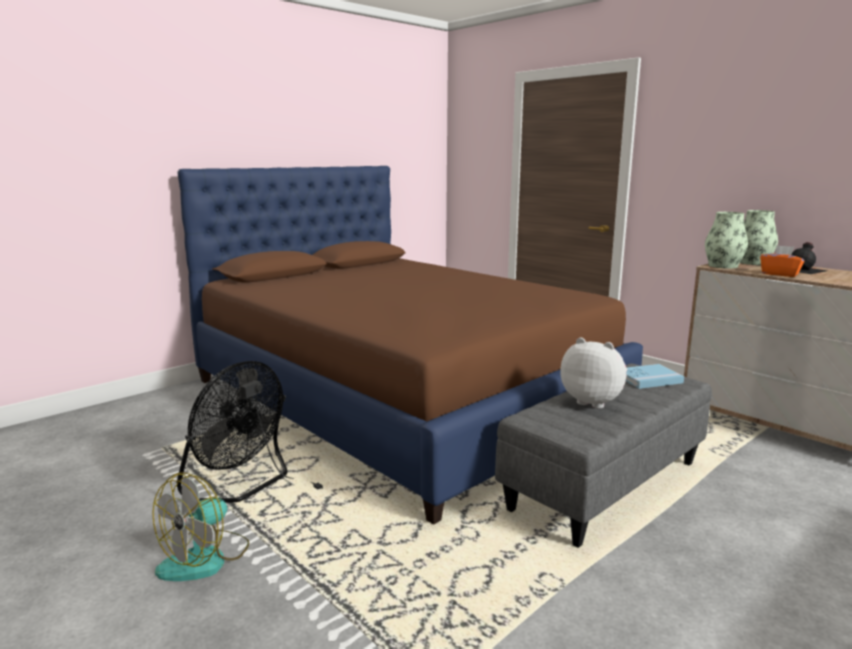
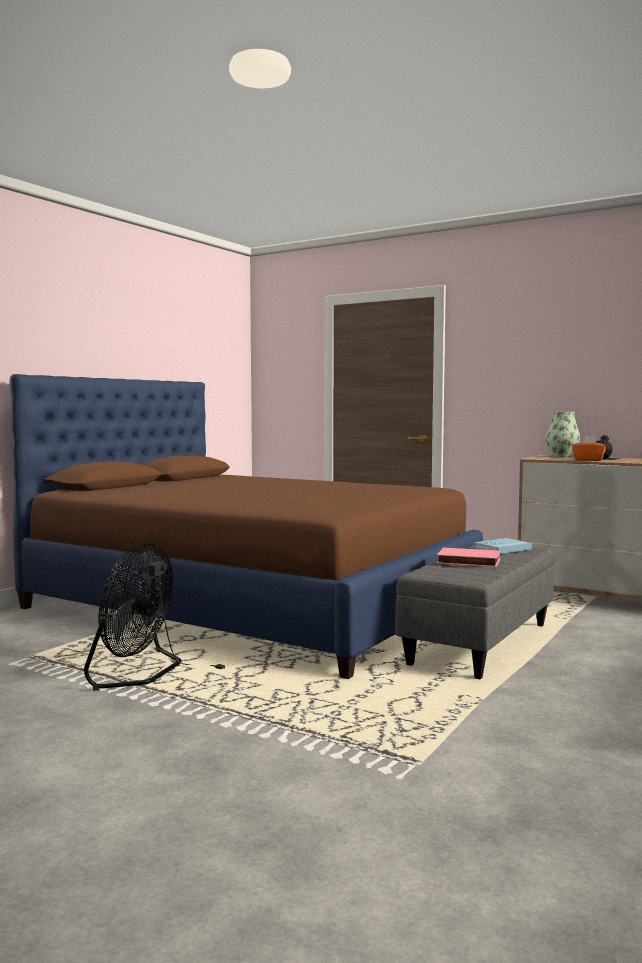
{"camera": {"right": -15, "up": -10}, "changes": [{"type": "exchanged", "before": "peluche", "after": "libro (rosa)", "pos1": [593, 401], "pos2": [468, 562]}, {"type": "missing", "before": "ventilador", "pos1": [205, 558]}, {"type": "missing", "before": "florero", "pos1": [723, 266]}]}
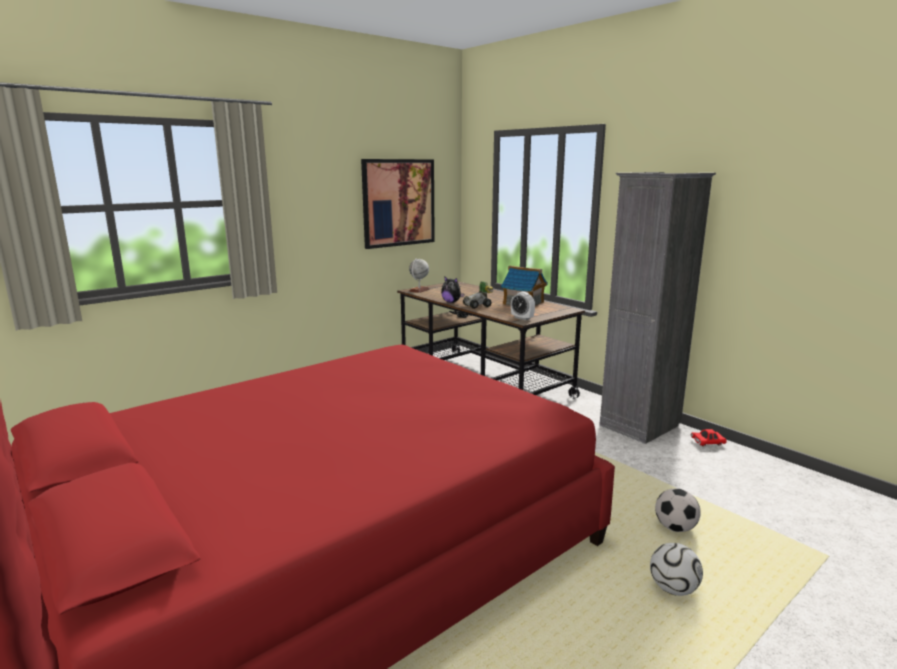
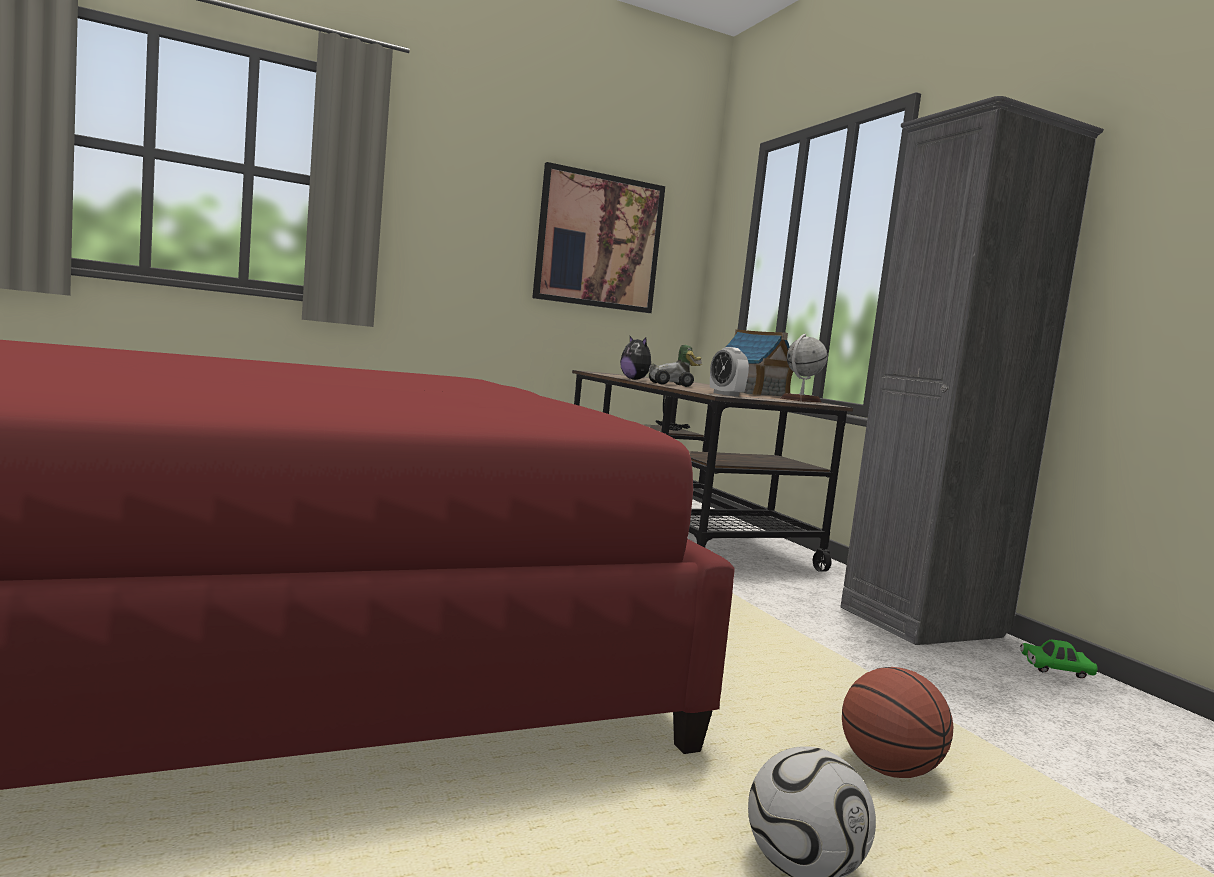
{"camera": {"right": 15, "up": -10}, "changes": [{"type": "relocated", "before": "globo terráqueo", "pos1": [419, 290], "pos2": [800, 400]}, {"type": "exchanged", "before": "balón de fútbol", "after": "balón de baloncesto", "pos1": [675, 528], "pos2": [889, 770]}, {"type": "colour", "before": "coche de juguete (rojo)", "after": "coche de juguete (verde)", "pos1": [707, 443], "pos2": [1056, 671]}]}
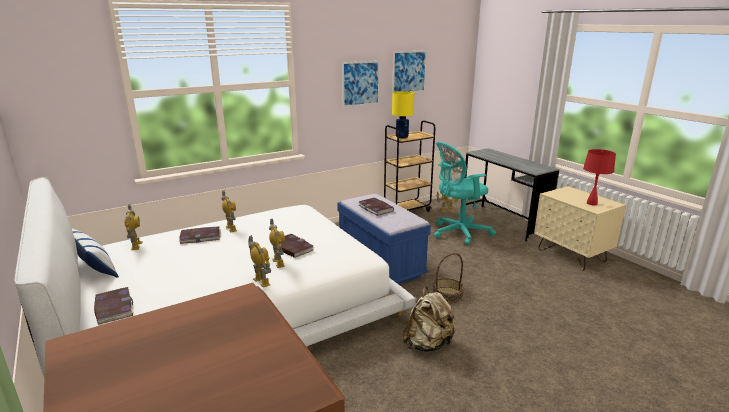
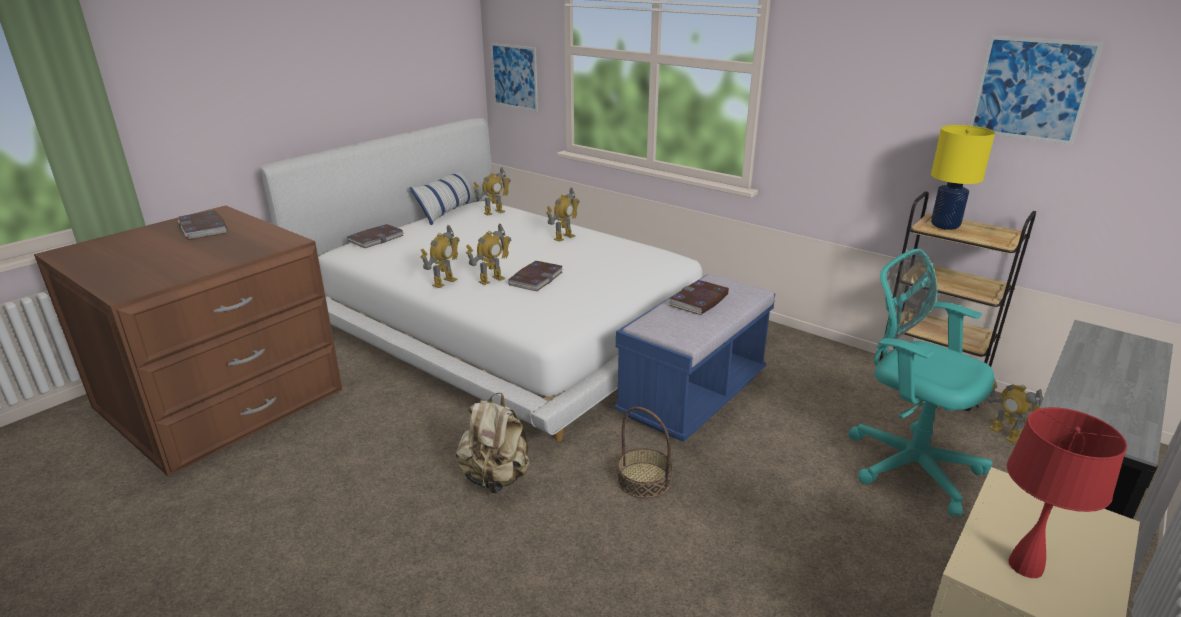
{"camera": {"right": 70, "up": 5}, "changes": [{"type": "relocated", "before": "libro", "pos1": [200, 237], "pos2": [203, 228]}, {"type": "relocated", "before": "cuadro", "pos1": [361, 83], "pos2": [514, 76]}]}
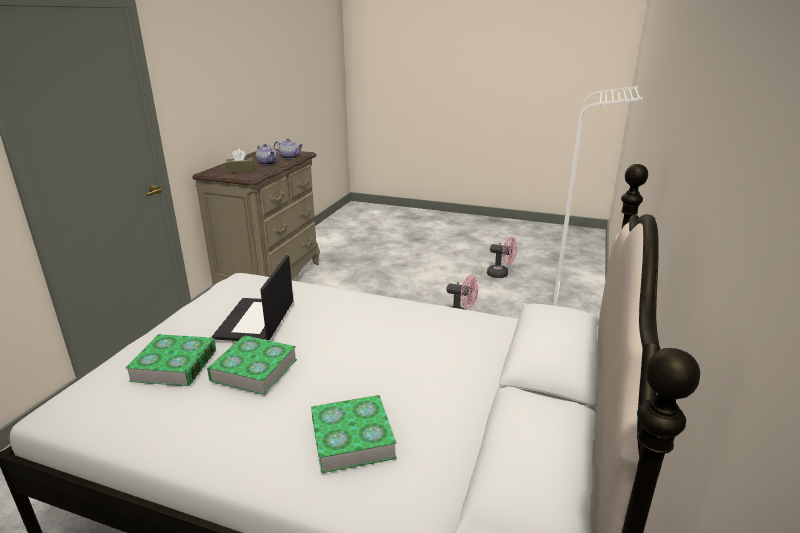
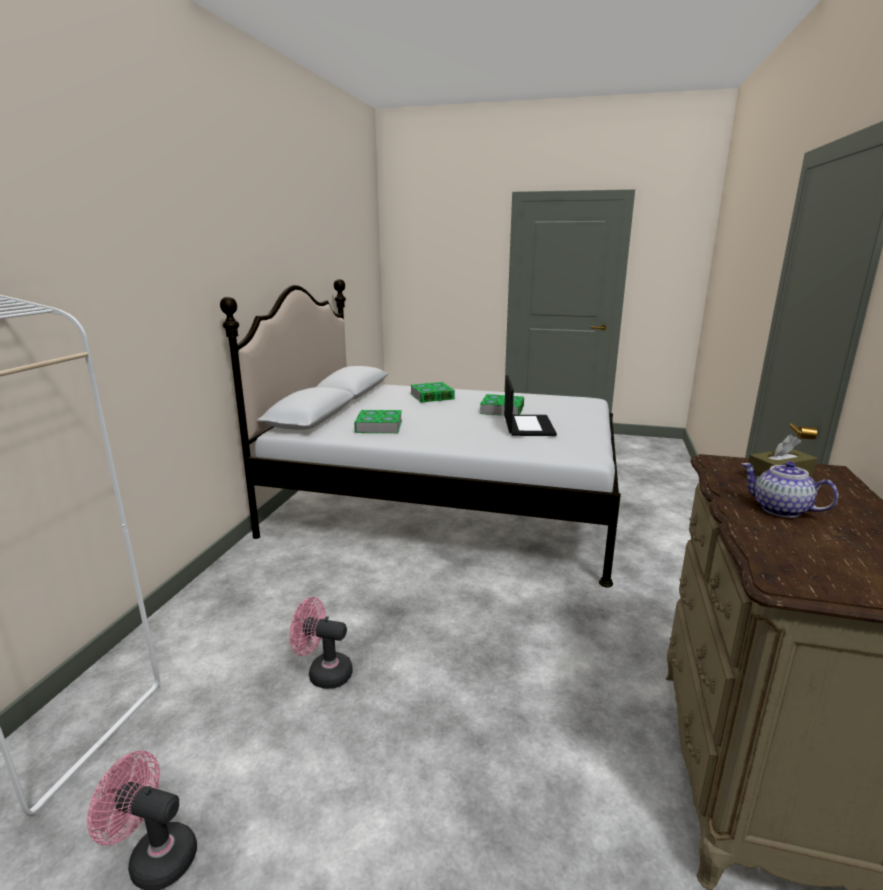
{"camera": {"right": 175, "up": -5}, "changes": [{"type": "relocated", "before": "libro", "pos1": [174, 365], "pos2": [379, 426]}, {"type": "missing", "before": "tetera", "pos1": [289, 157]}]}
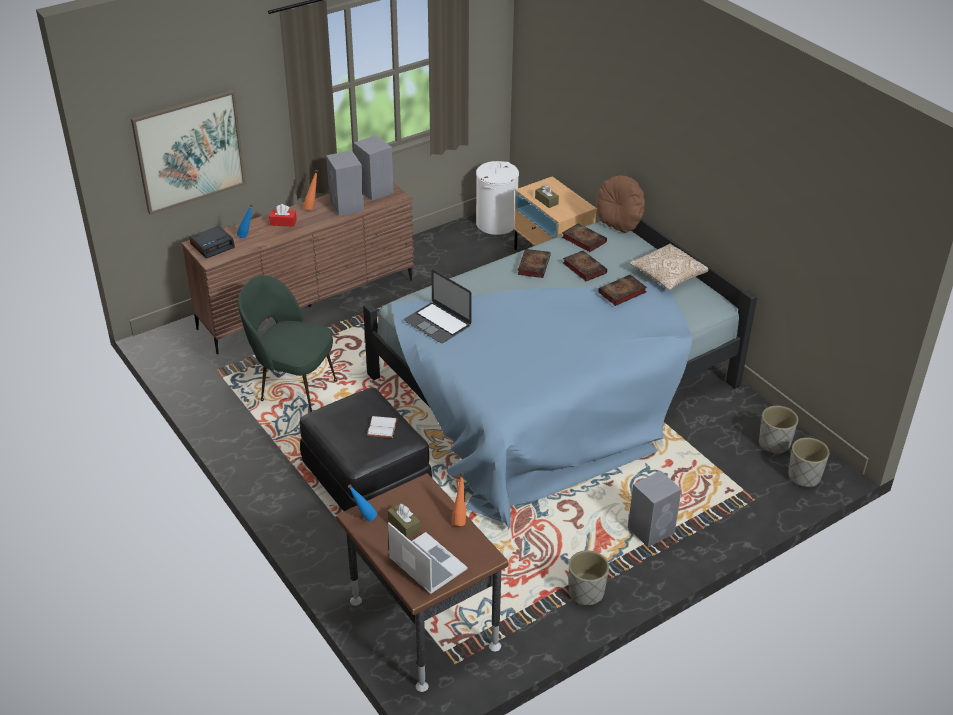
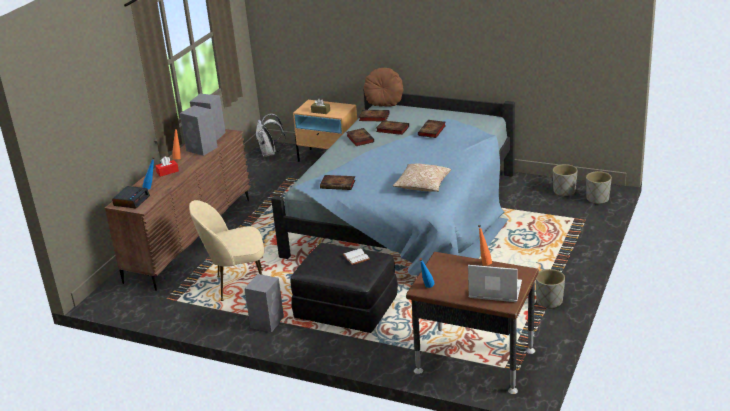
{"camera": {"right": -30, "up": -10}, "changes": [{"type": "colour", "before": "silla (verde)", "after": "silla (beis)", "pos1": [293, 389], "pos2": [236, 286]}, {"type": "relocated", "before": "altavoz (gris)", "pos1": [652, 530], "pos2": [267, 322]}, {"type": "exchanged", "before": "cesto de la ropa (blanco)", "after": "mochila (blanco)", "pos1": [496, 224], "pos2": [270, 153]}, {"type": "exchanged", "before": "portátil", "after": "libro", "pos1": [437, 323], "pos2": [338, 184]}, {"type": "relocated", "before": "cojín", "pos1": [668, 276], "pos2": [422, 186]}, {"type": "missing", "before": "cuadro", "pos1": [189, 151]}, {"type": "missing", "before": "caja de pañuelos (marrón)", "pos1": [404, 525]}]}
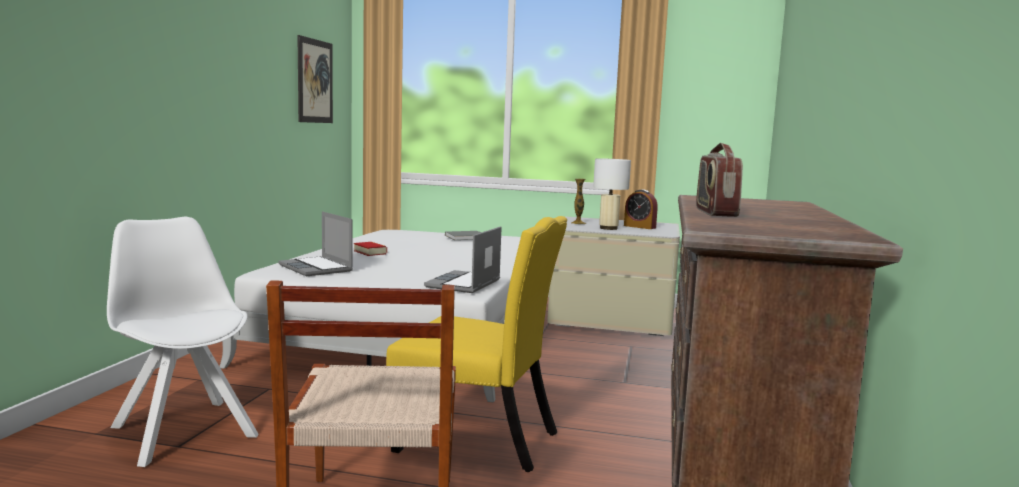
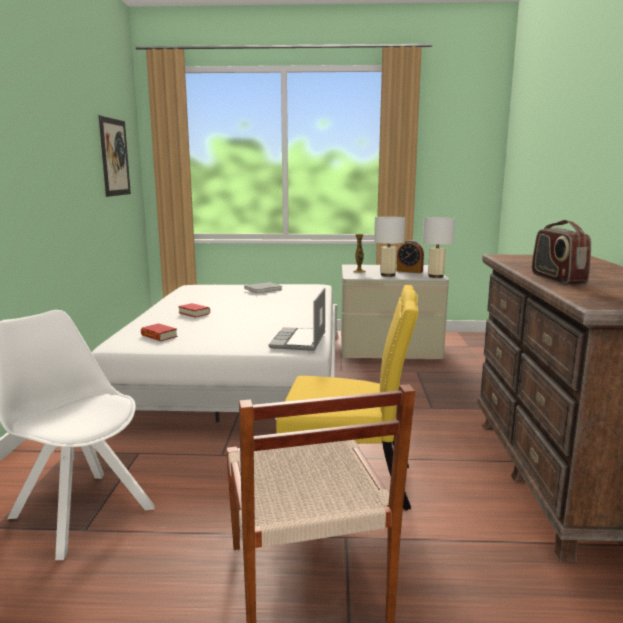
{"camera": {"right": -10, "up": 5}, "changes": [{"type": "exchanged", "before": "portátil", "after": "libro", "pos1": [317, 268], "pos2": [159, 336]}, {"type": "appeared", "after": "lámpara de mesa (blanco)", "pos2": [436, 276]}]}
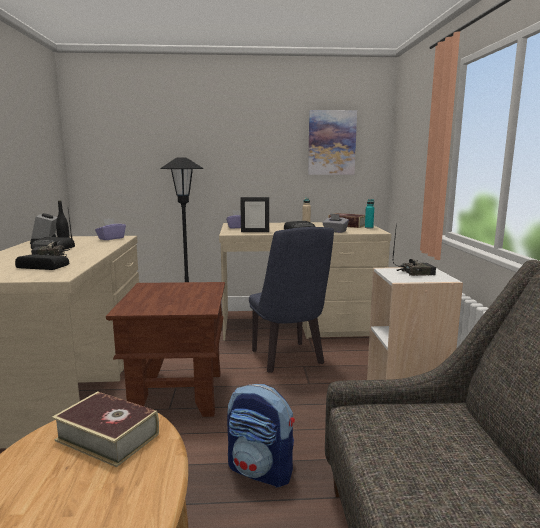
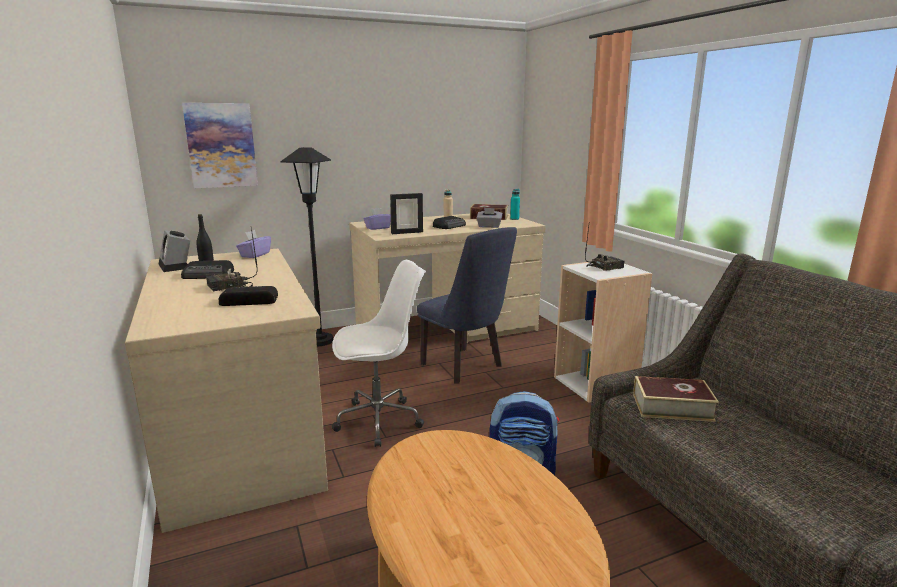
{"camera": {"right": -20, "up": 5}, "changes": [{"type": "relocated", "before": "cuadro", "pos1": [331, 143], "pos2": [221, 145]}, {"type": "exchanged", "before": "mesa auxiliar (marrón)", "after": "silla de oficina (blanco)", "pos1": [177, 393], "pos2": [380, 420]}, {"type": "relocated", "before": "libro", "pos1": [107, 437], "pos2": [672, 407]}]}
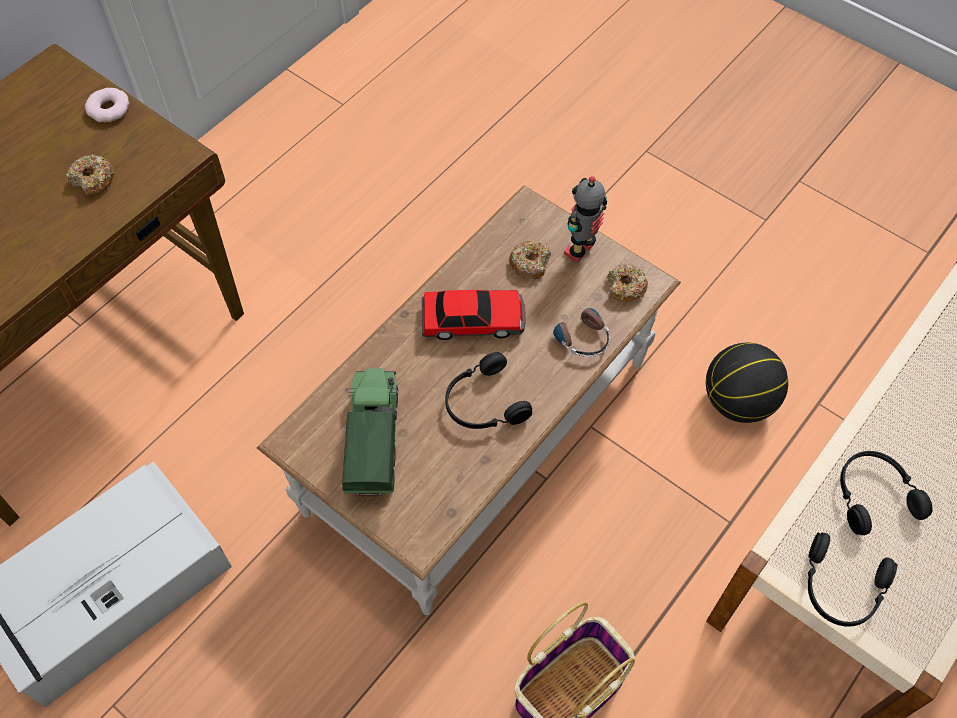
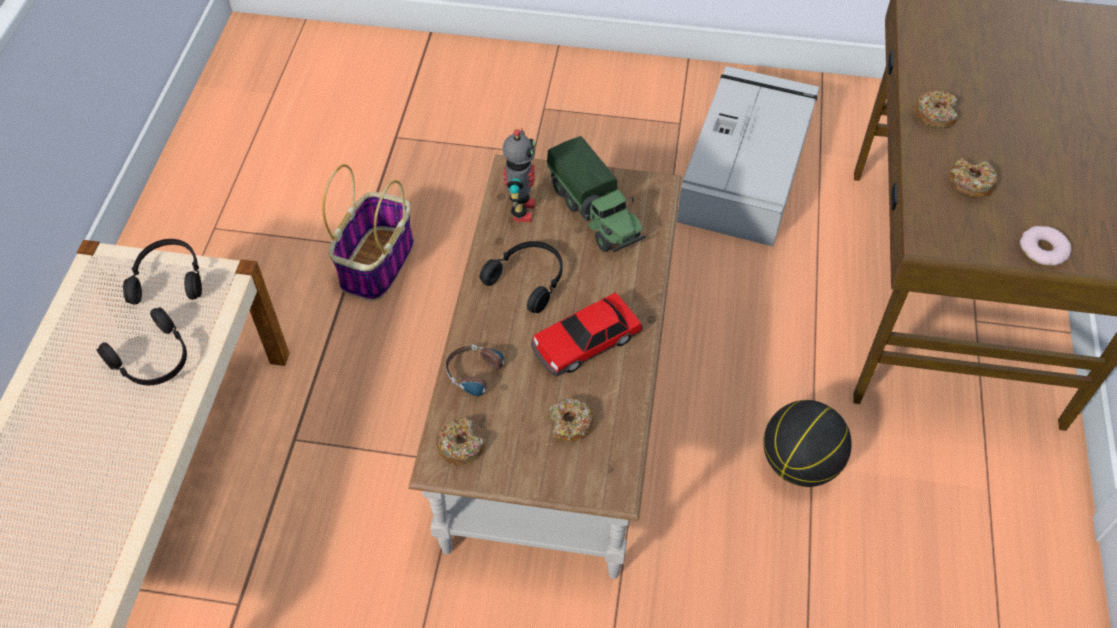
{"camera": {"right": 150, "up": -5}, "changes": [{"type": "relocated", "before": "robot de juguete", "pos1": [581, 250], "pos2": [521, 211]}, {"type": "relocated", "before": "balón de baloncesto", "pos1": [738, 402], "pos2": [799, 463]}, {"type": "appeared", "after": "rosquilla", "pos2": [935, 115]}]}
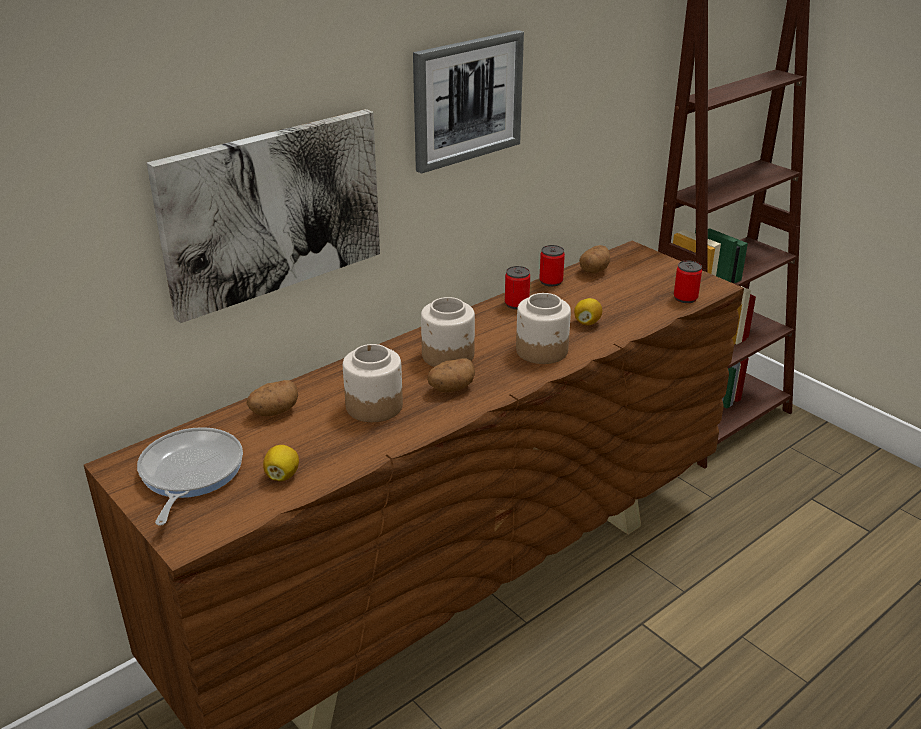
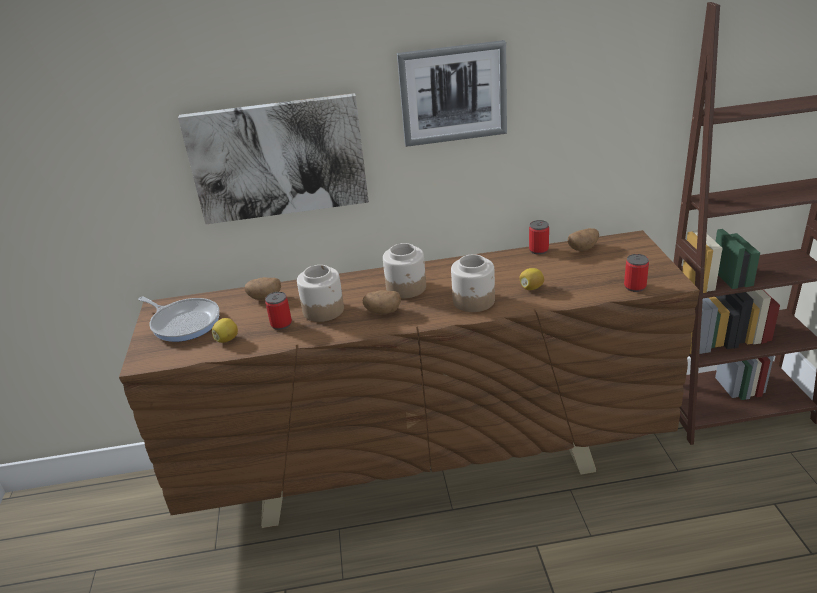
{"camera": {"right": 35, "up": 0}, "changes": [{"type": "spun", "before": "sartén", "pos1": [189, 473], "pos2": [184, 322], "turn": 90}, {"type": "relocated", "before": "lata", "pos1": [516, 304], "pos2": [281, 324]}]}
